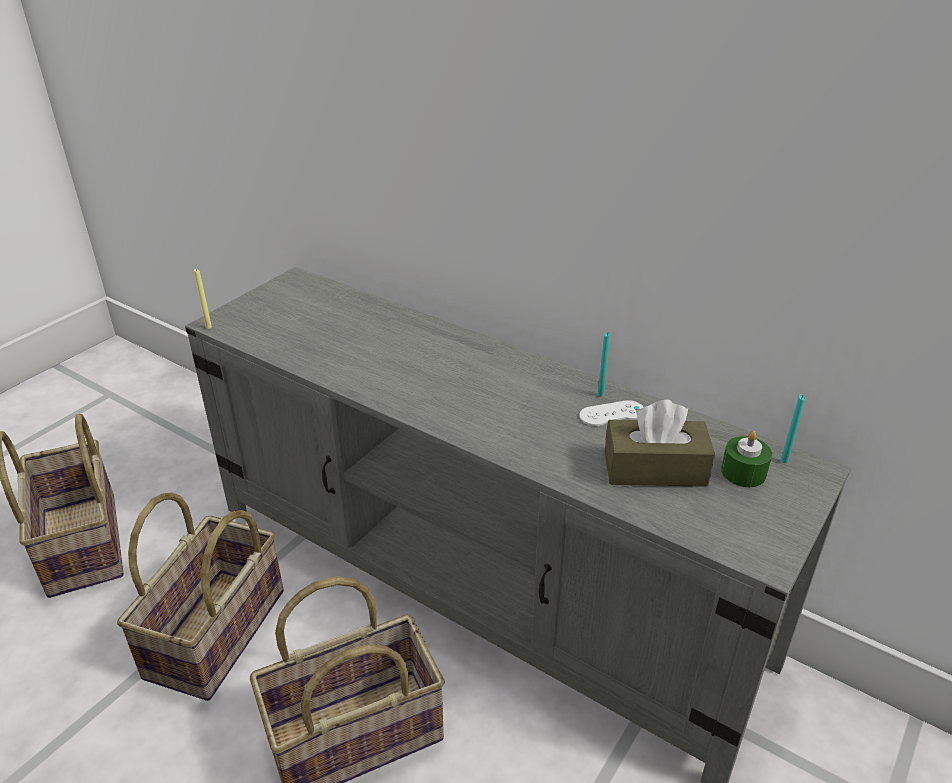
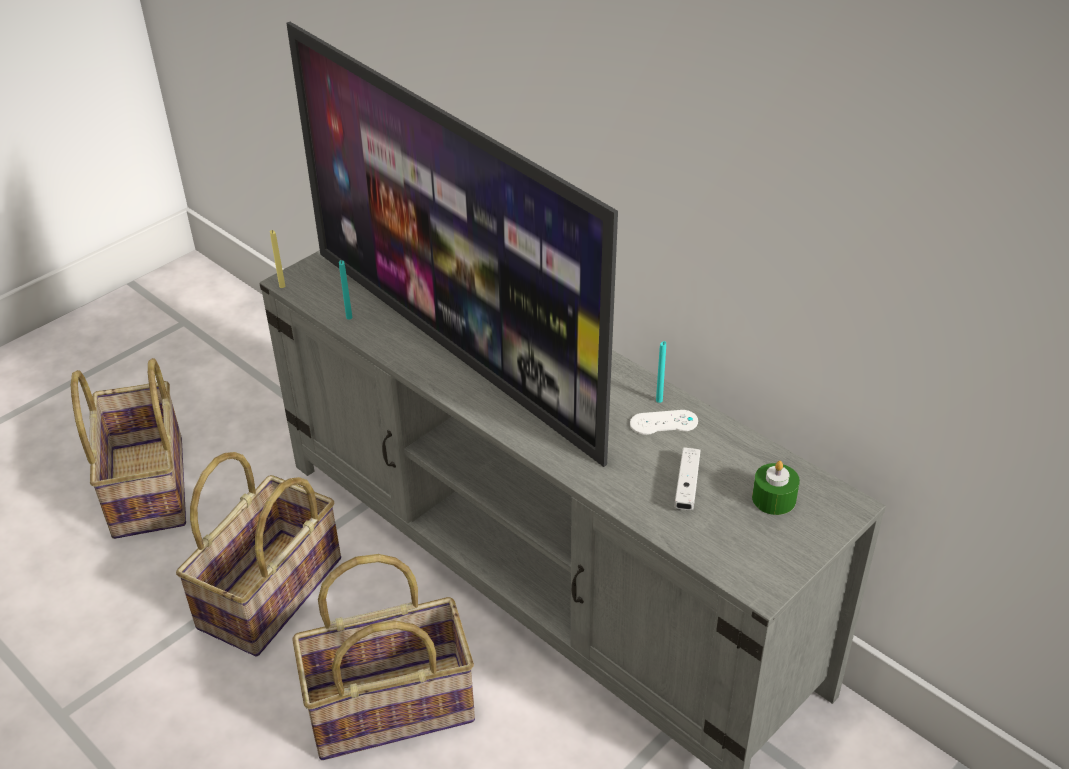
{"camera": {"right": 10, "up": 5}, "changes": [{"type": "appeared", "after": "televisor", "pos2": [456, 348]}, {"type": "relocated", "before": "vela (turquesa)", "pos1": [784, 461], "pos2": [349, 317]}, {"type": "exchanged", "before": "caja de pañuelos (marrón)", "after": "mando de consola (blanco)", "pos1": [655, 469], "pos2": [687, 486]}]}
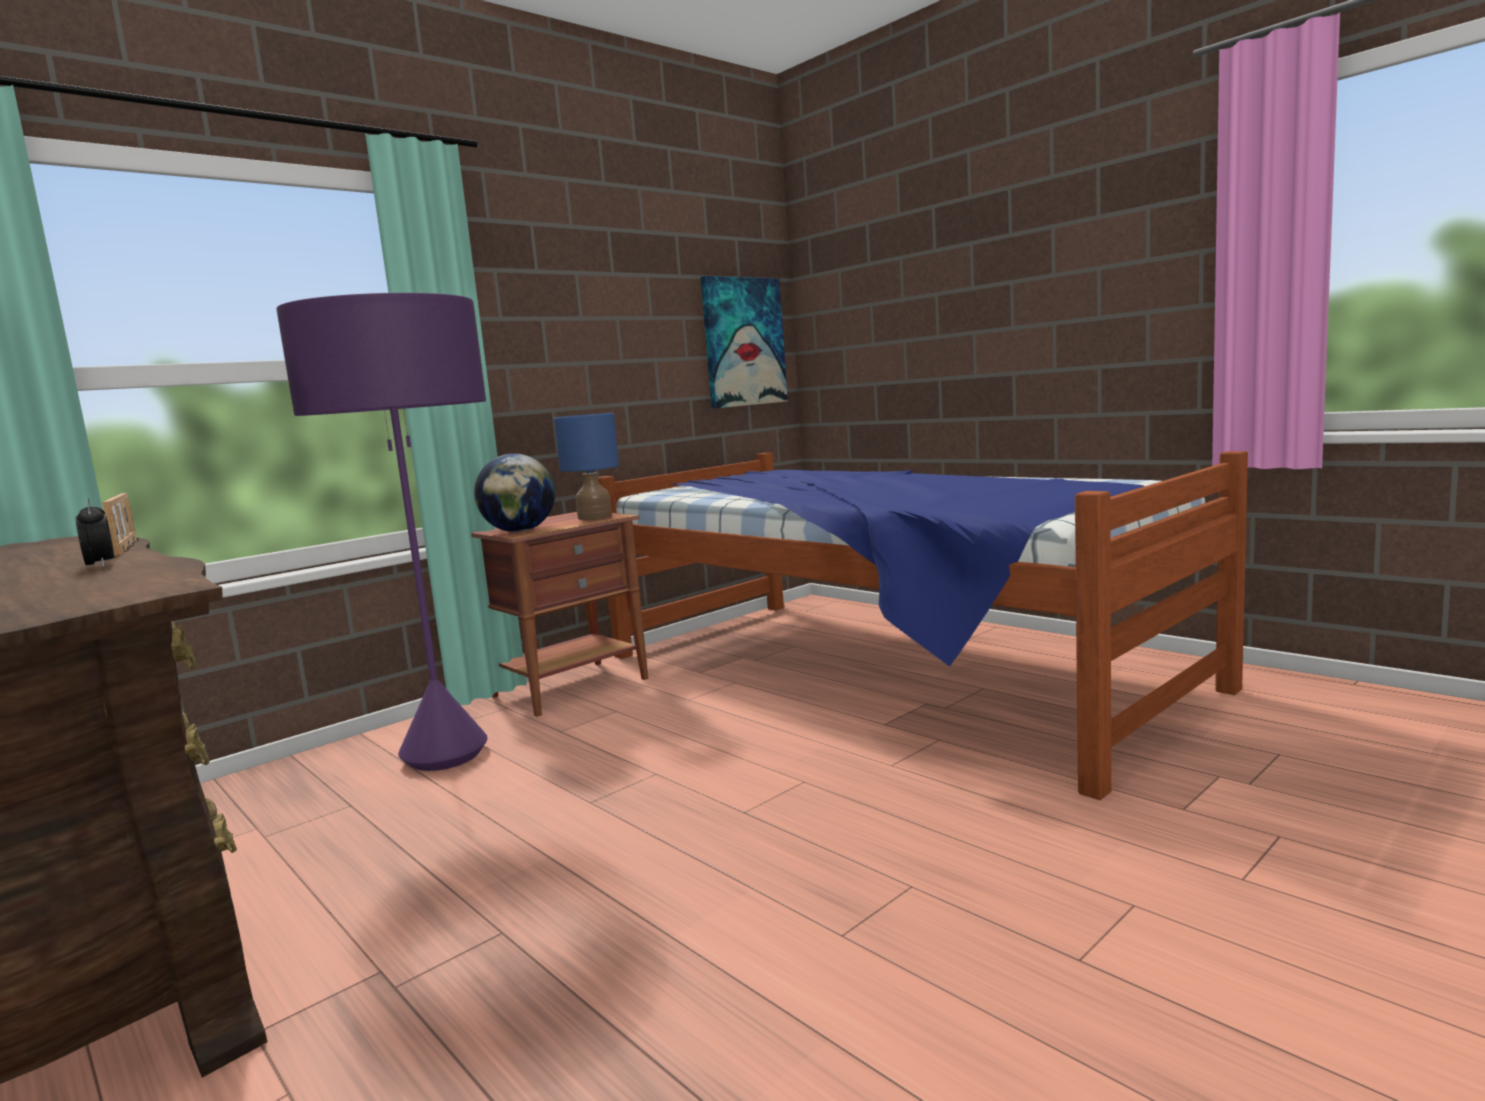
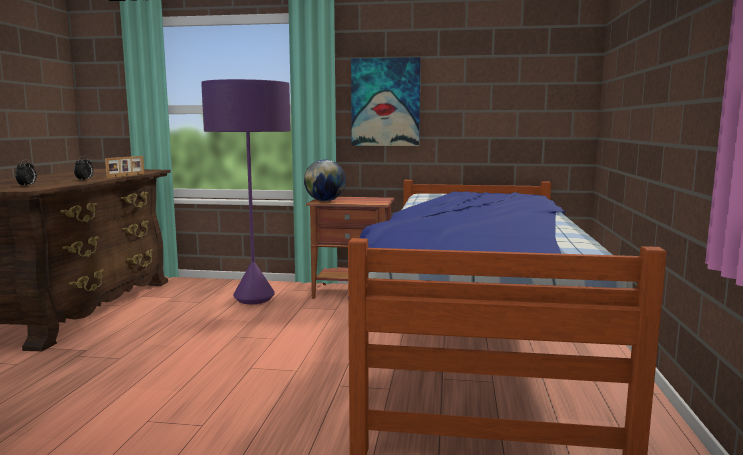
{"camera": {"right": 50, "up": 0}, "changes": [{"type": "appeared", "after": "despertador", "pos2": [27, 186]}, {"type": "relocated", "before": "cuadro", "pos1": [743, 342], "pos2": [385, 102]}, {"type": "missing", "before": "lámpara de mesa (azul)", "pos1": [595, 517]}]}
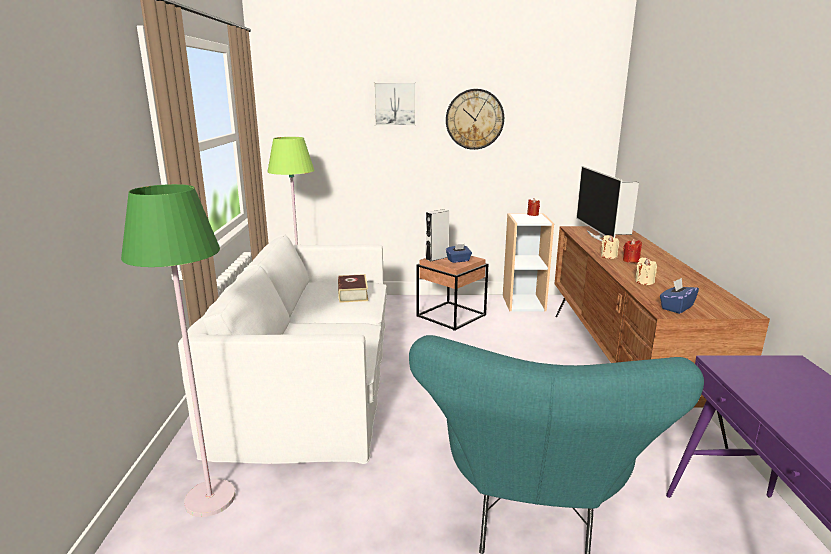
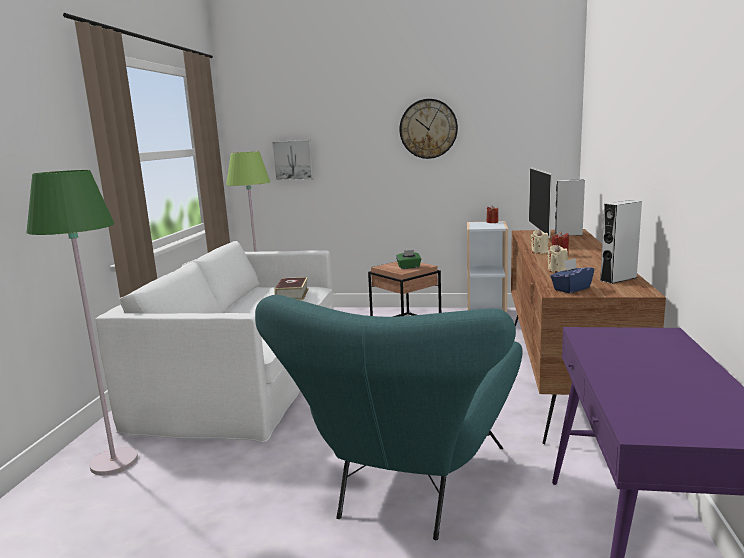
{"camera": {"right": 10, "up": -5}, "changes": [{"type": "relocated", "before": "cuadro", "pos1": [395, 104], "pos2": [293, 160]}, {"type": "colour", "before": "caja de pañuelos (azul)", "after": "caja de pañuelos (verde)", "pos1": [458, 260], "pos2": [409, 267]}, {"type": "relocated", "before": "altavoz (gris)", "pos1": [437, 258], "pos2": [618, 279]}]}
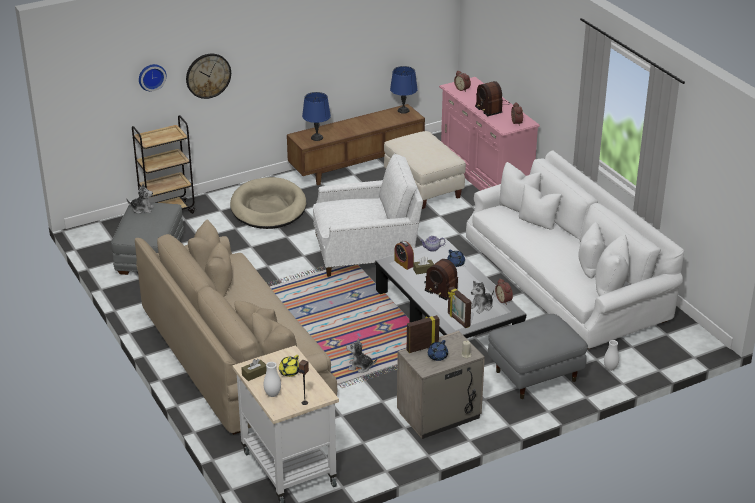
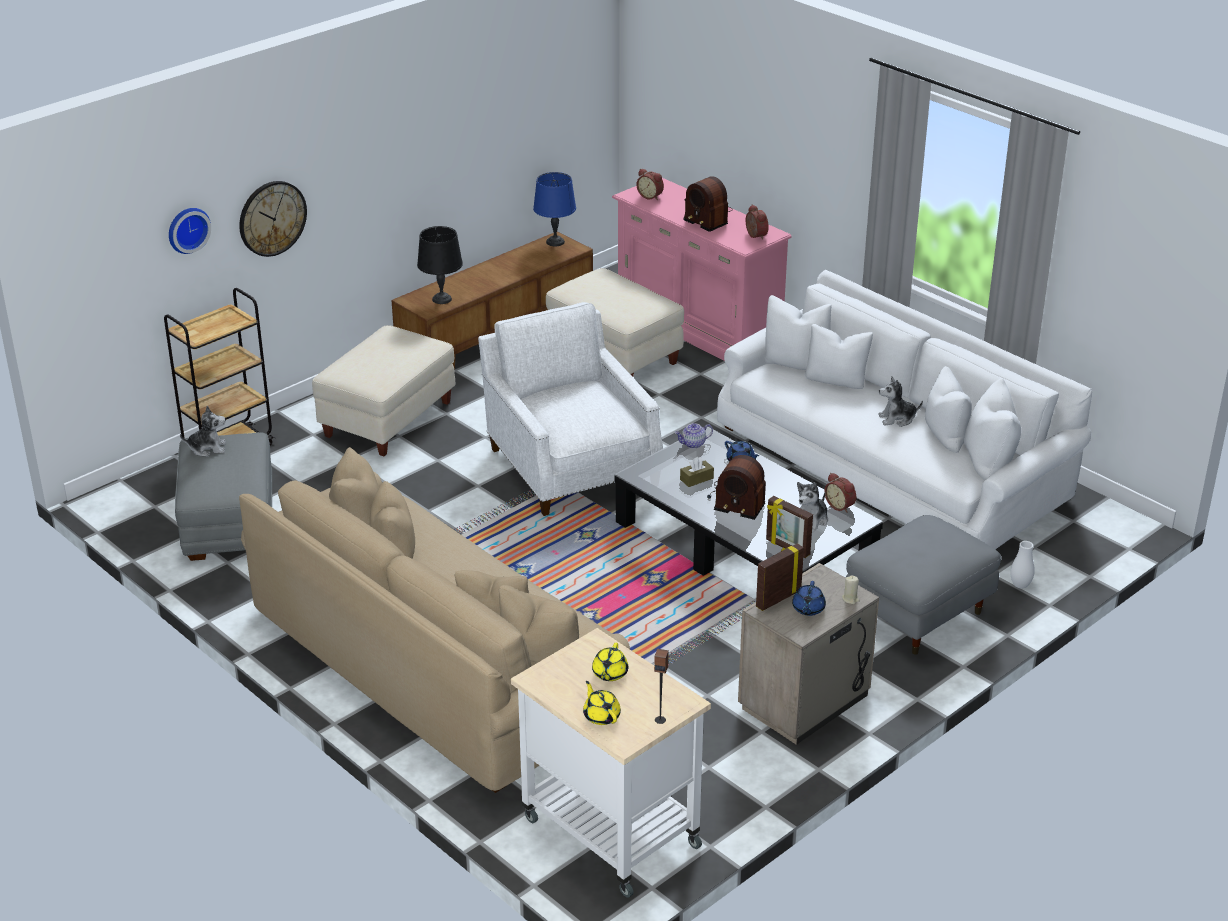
{"camera": {"right": -15, "up": 0}, "changes": [{"type": "exchanged", "before": "cama para perro (beis)", "after": "puf (beis)", "pos1": [268, 208], "pos2": [389, 419]}, {"type": "colour", "before": "lámpara de mesa (azul)", "after": "lámpara de mesa (negro)", "pos1": [317, 138], "pos2": [442, 299]}, {"type": "spun", "before": "sillón (blanco)", "pos1": [366, 251], "pos2": [572, 464], "turn": -90}, {"type": "exchanged", "before": "florero (blanco)", "after": "tetera (amarillo)", "pos1": [272, 394], "pos2": [601, 715]}, {"type": "relocated", "before": "peluche", "pos1": [360, 367], "pos2": [897, 419]}, {"type": "missing", "before": "caja de pañuelos (marrón)", "pos1": [254, 374]}, {"type": "missing", "before": "despertador", "pos1": [403, 263]}]}
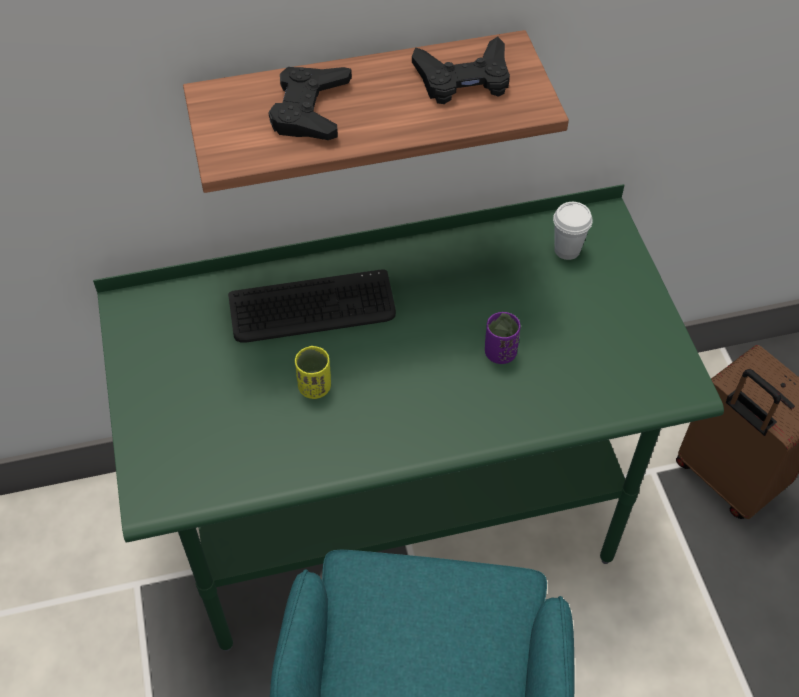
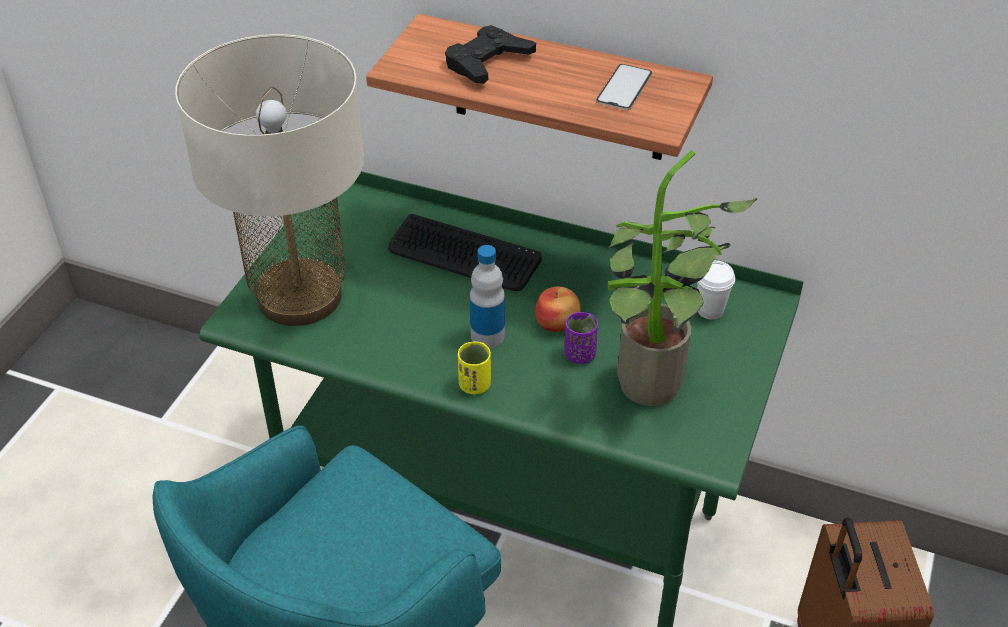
{"camera": {"right": 35, "up": -10}, "changes": [{"type": "appeared", "after": "lámpara de mesa", "pos2": [299, 297]}, {"type": "relocated", "before": "taza (amarillo)", "pos1": [314, 387], "pos2": [474, 385]}, {"type": "appeared", "after": "botella", "pos2": [487, 335]}, {"type": "appeared", "after": "manzana", "pos2": [557, 324]}, {"type": "exchanged", "before": "mando de consola (negro)", "after": "móvil", "pos1": [463, 79], "pos2": [624, 87]}, {"type": "appeared", "after": "planta en maceta", "pos2": [650, 391]}]}
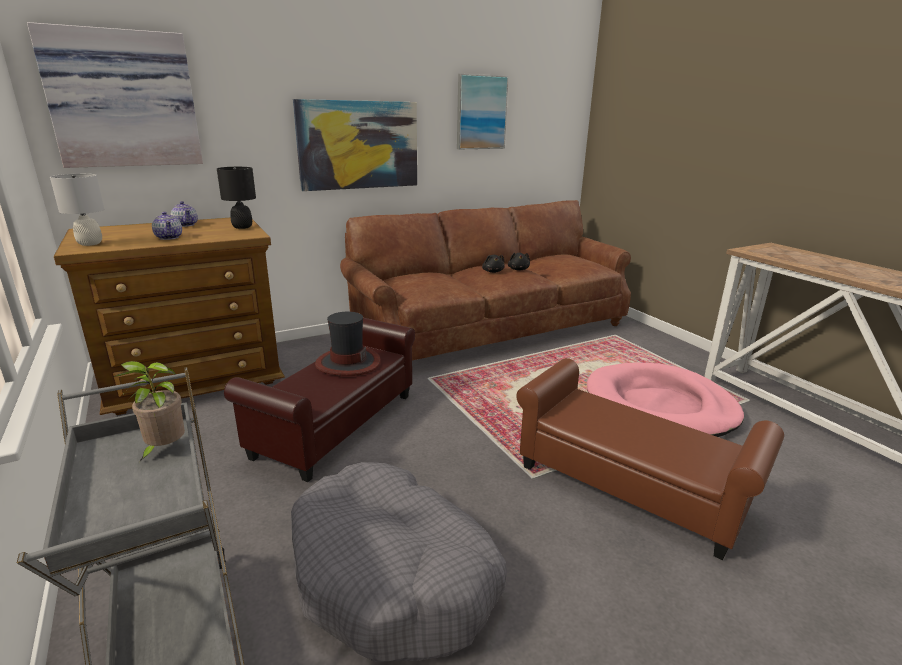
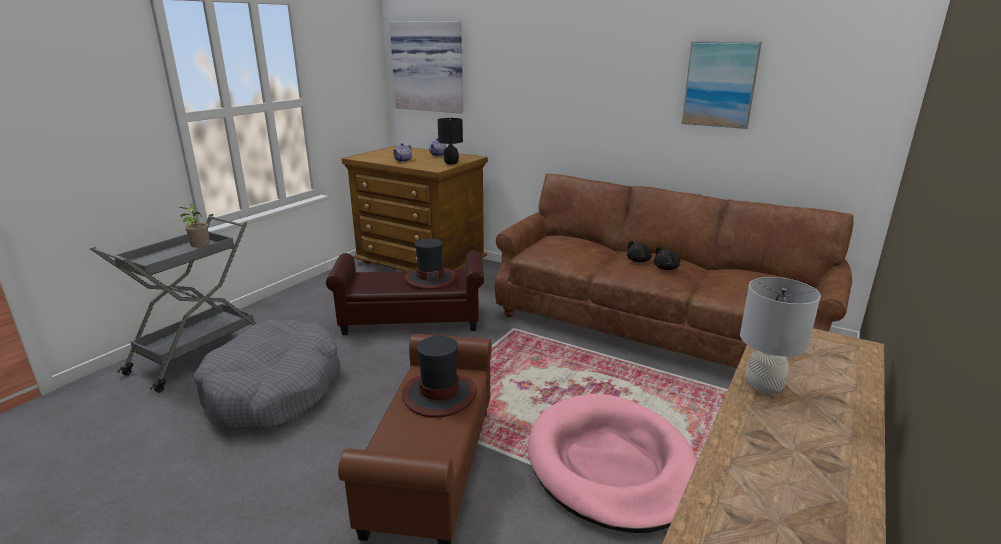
{"camera": {"right": 60, "up": 0}, "changes": [{"type": "appeared", "after": "sombrero", "pos2": [439, 395]}, {"type": "relocated", "before": "lámpara de mesa (gris)", "pos1": [91, 244], "pos2": [765, 388]}, {"type": "missing", "before": "cuadro", "pos1": [358, 145]}]}
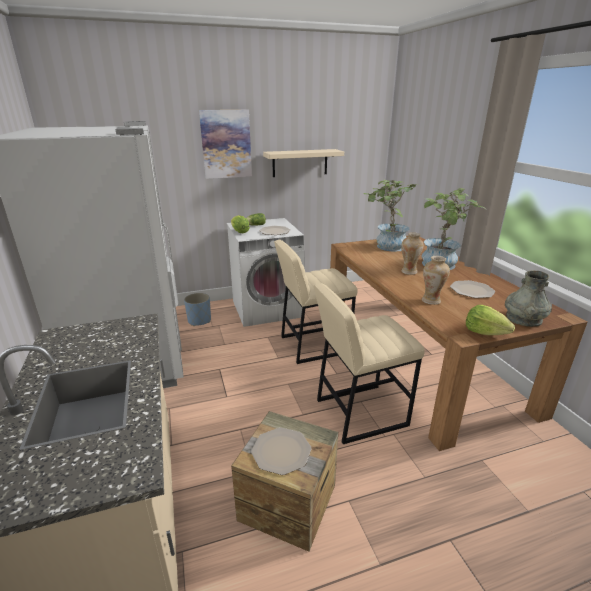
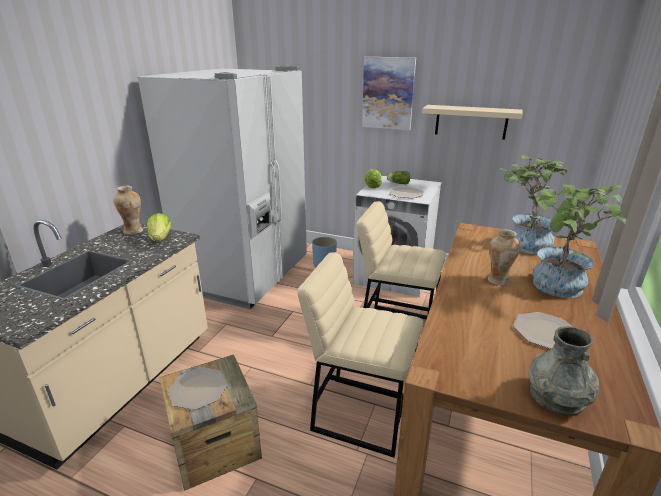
{"camera": {"right": 40, "up": 0}, "changes": [{"type": "relocated", "before": "florero", "pos1": [431, 300], "pos2": [133, 231]}, {"type": "relocated", "before": "lechuga", "pos1": [484, 332], "pos2": [160, 239]}]}
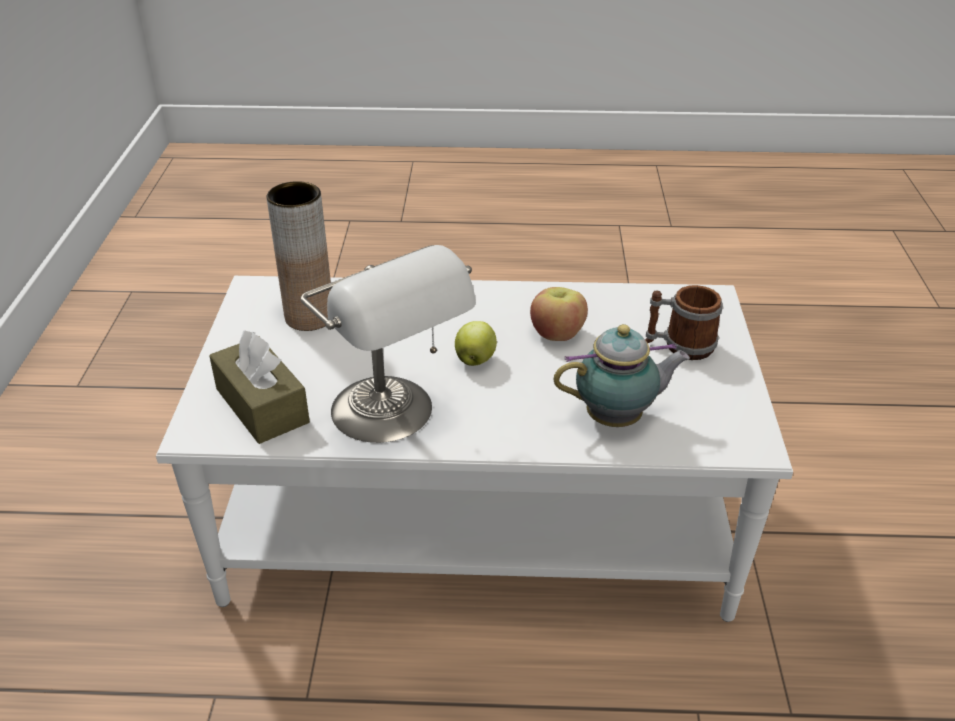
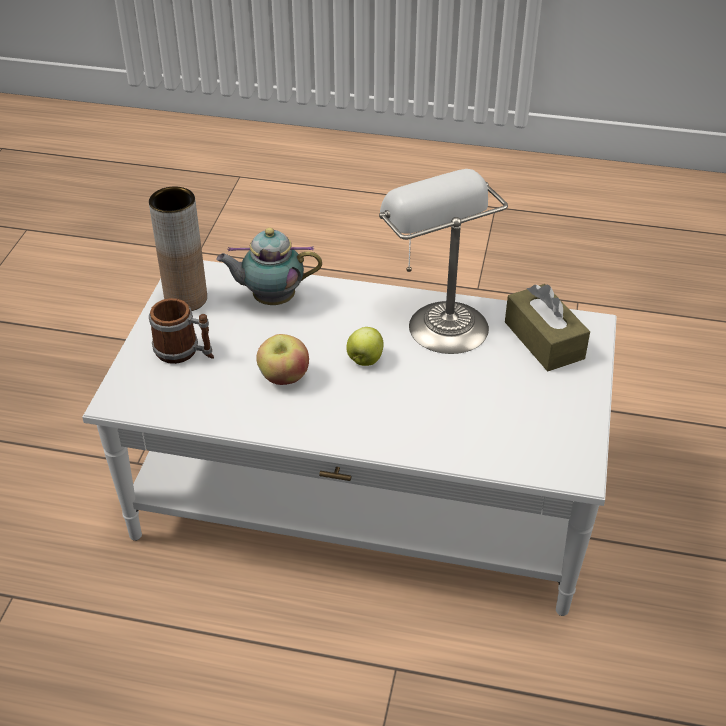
{"camera": {"right": -170, "up": 5}, "changes": [{"type": "relocated", "before": "florero (marrón)", "pos1": [309, 317], "pos2": [186, 299]}]}
